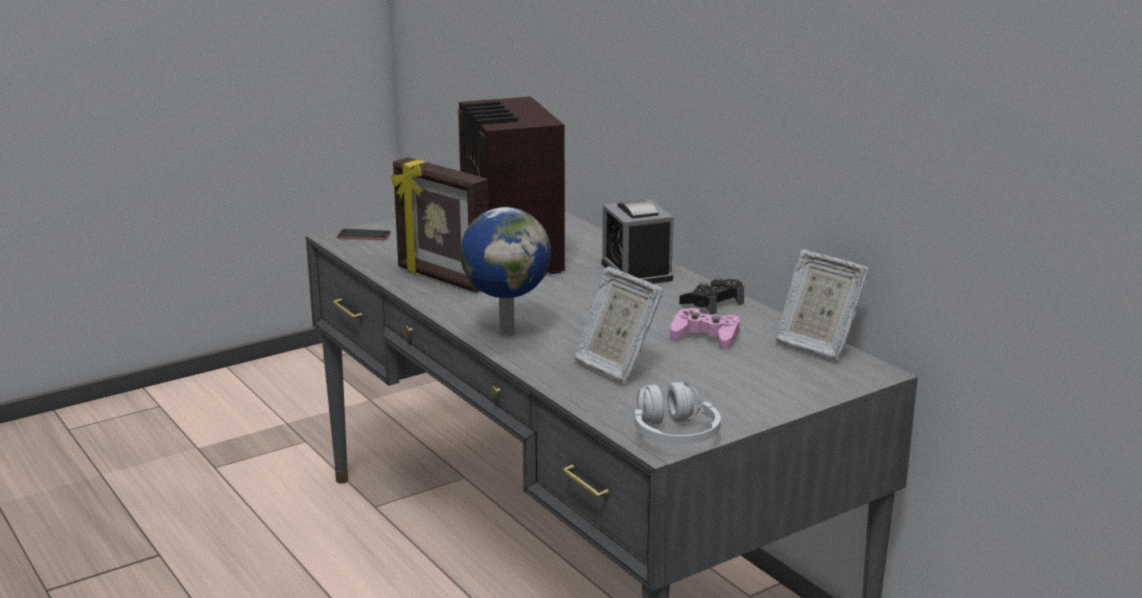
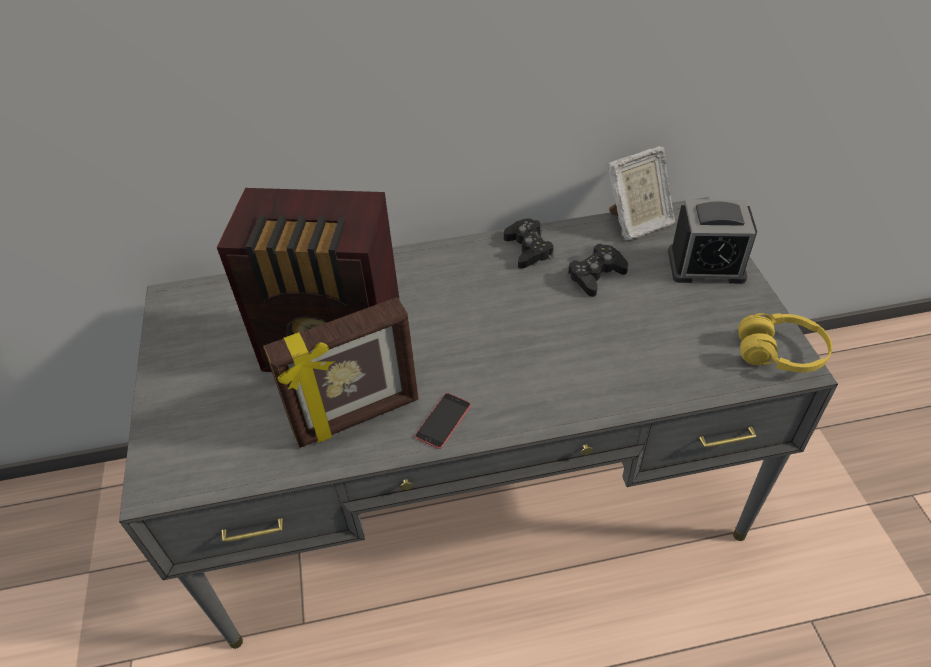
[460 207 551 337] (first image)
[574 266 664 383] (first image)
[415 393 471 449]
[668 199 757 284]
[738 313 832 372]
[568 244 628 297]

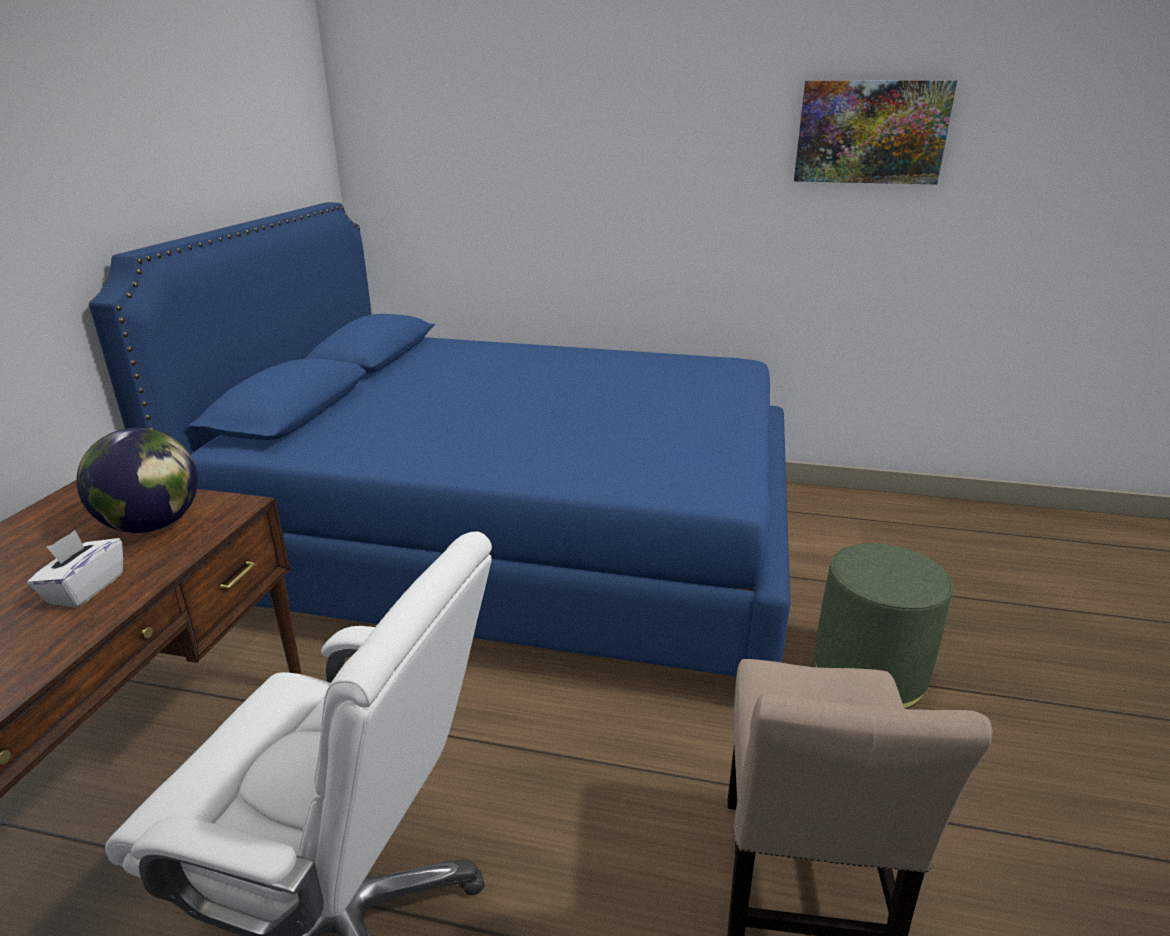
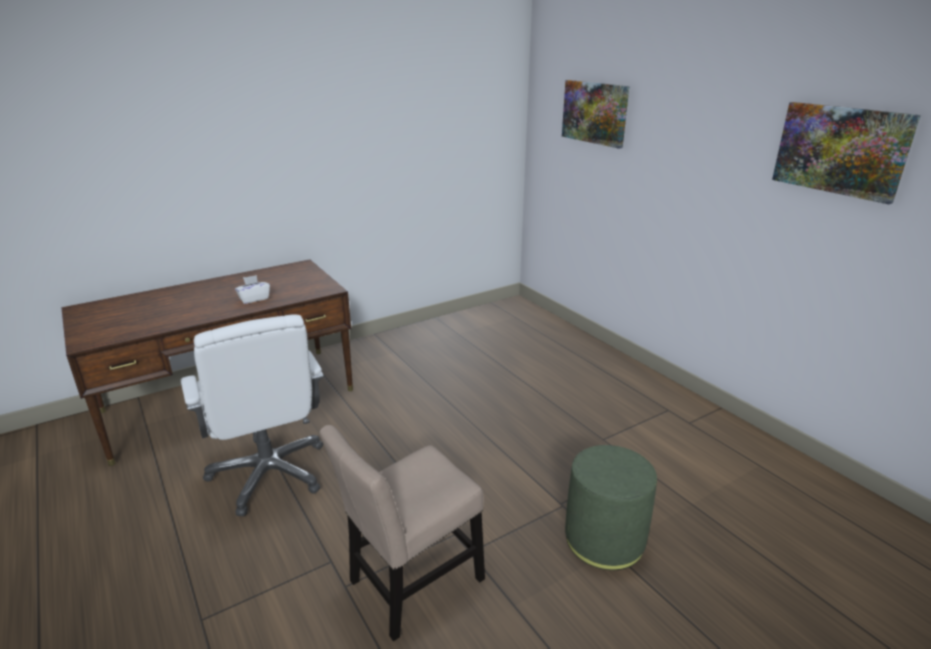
[76 428 198 533] (first image)
[89 202 790 676] (first image)
[562 80 629 149]

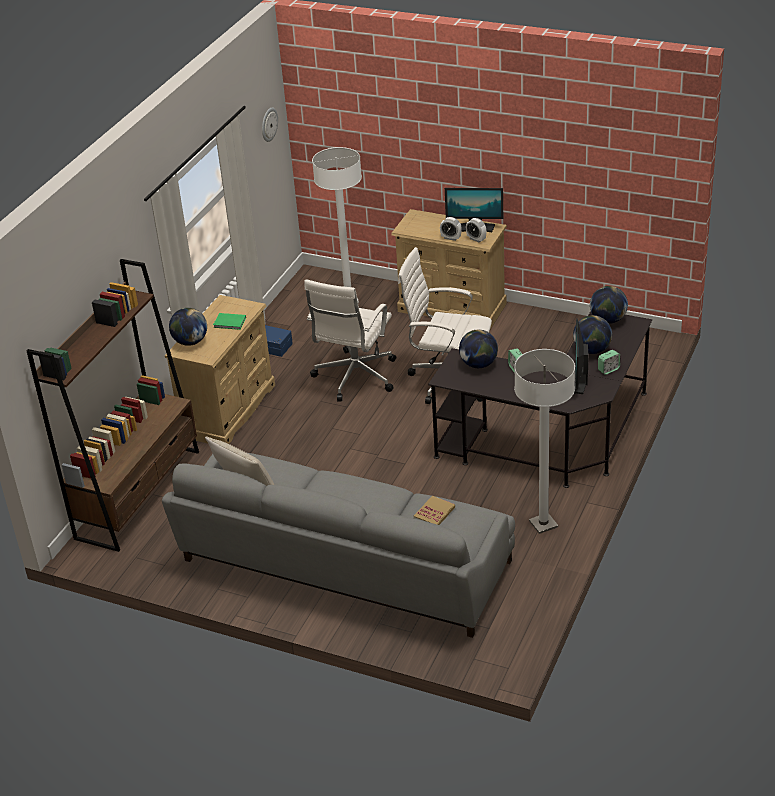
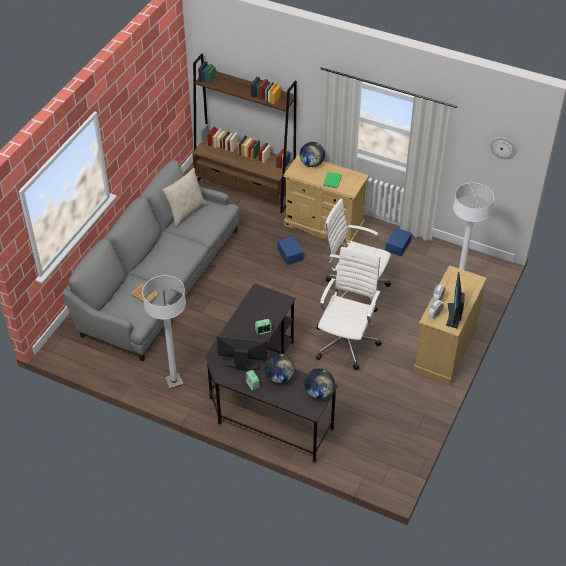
[459 329 498 368] (first image)
[278 236 304 265]

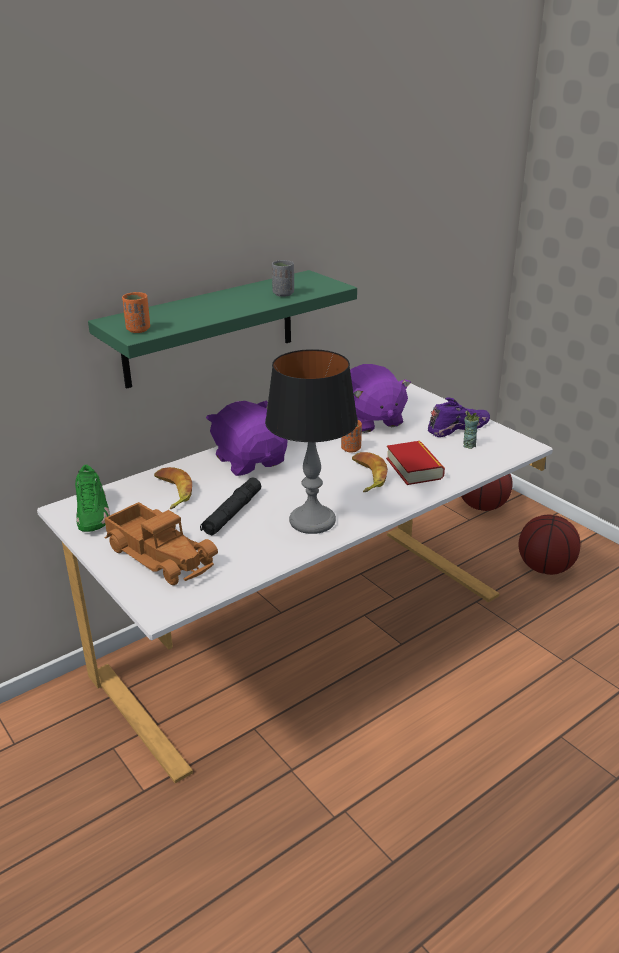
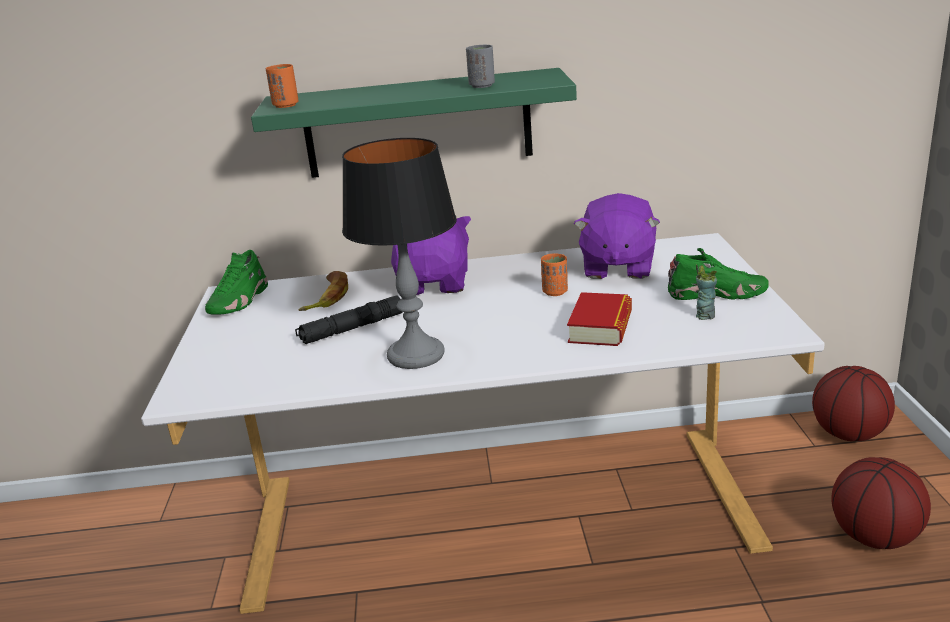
[104 502 218 585] (first image)
[352 452 388 492] (first image)
[668 248 769 300]

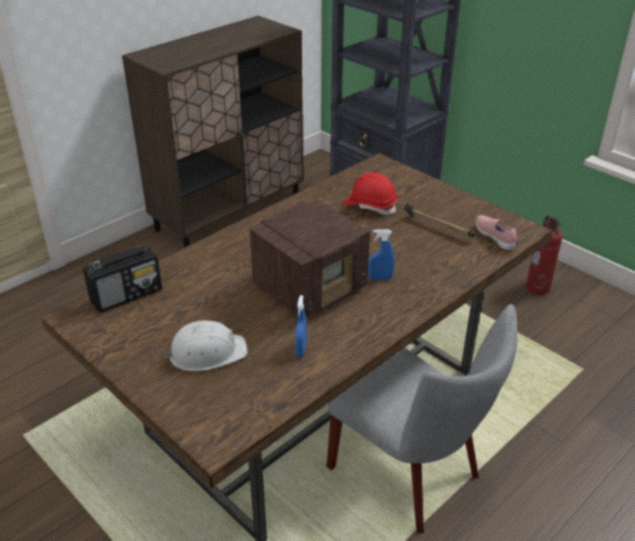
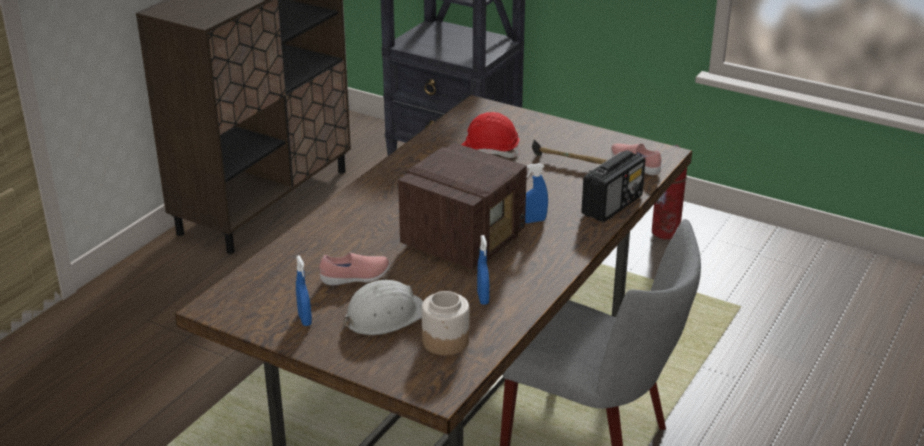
[296 255 312 326]
[319 253 390 285]
[422 291 469 355]
[581 150 646 222]

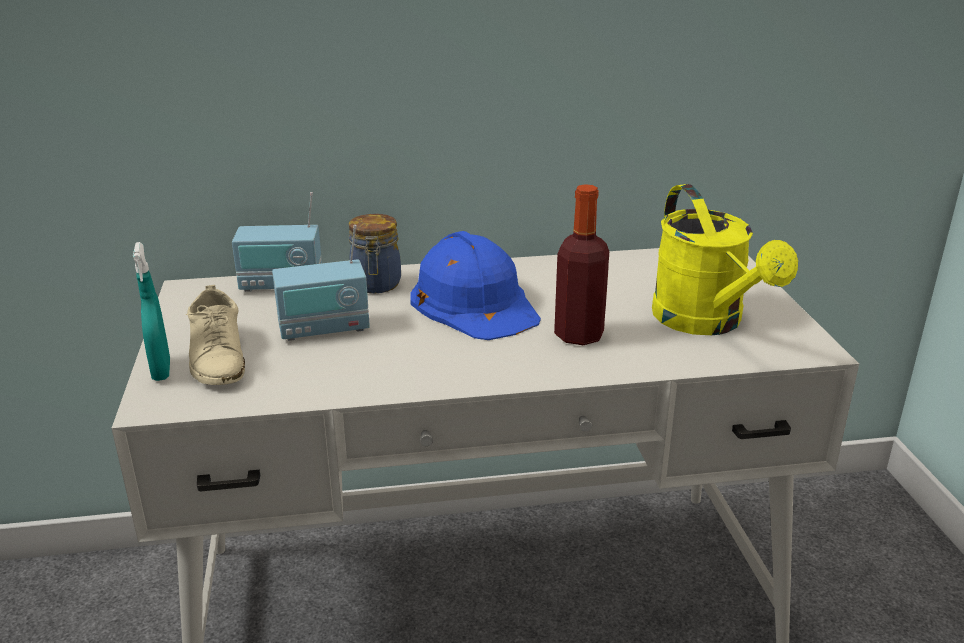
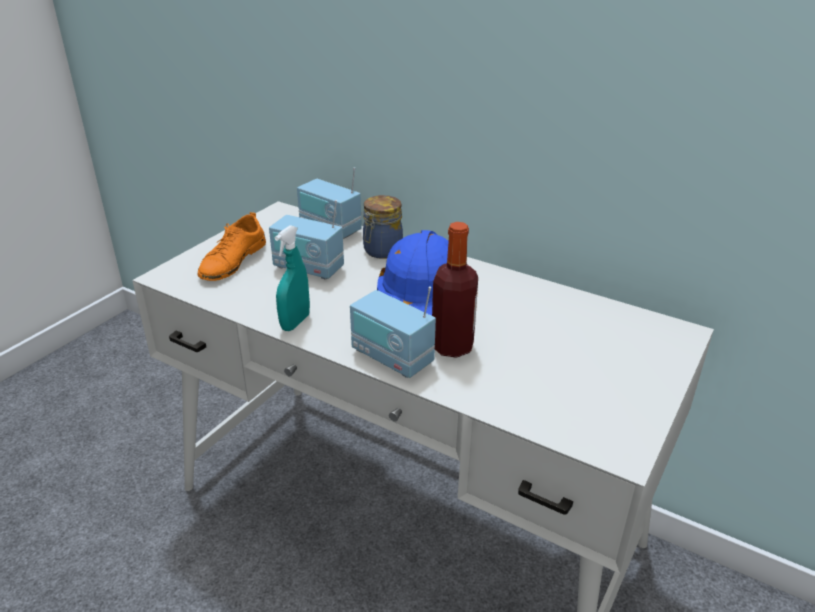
[652 184 798 335] (first image)
[350 287 436 378]
[275 225 310 331]
[198 212 266 281]

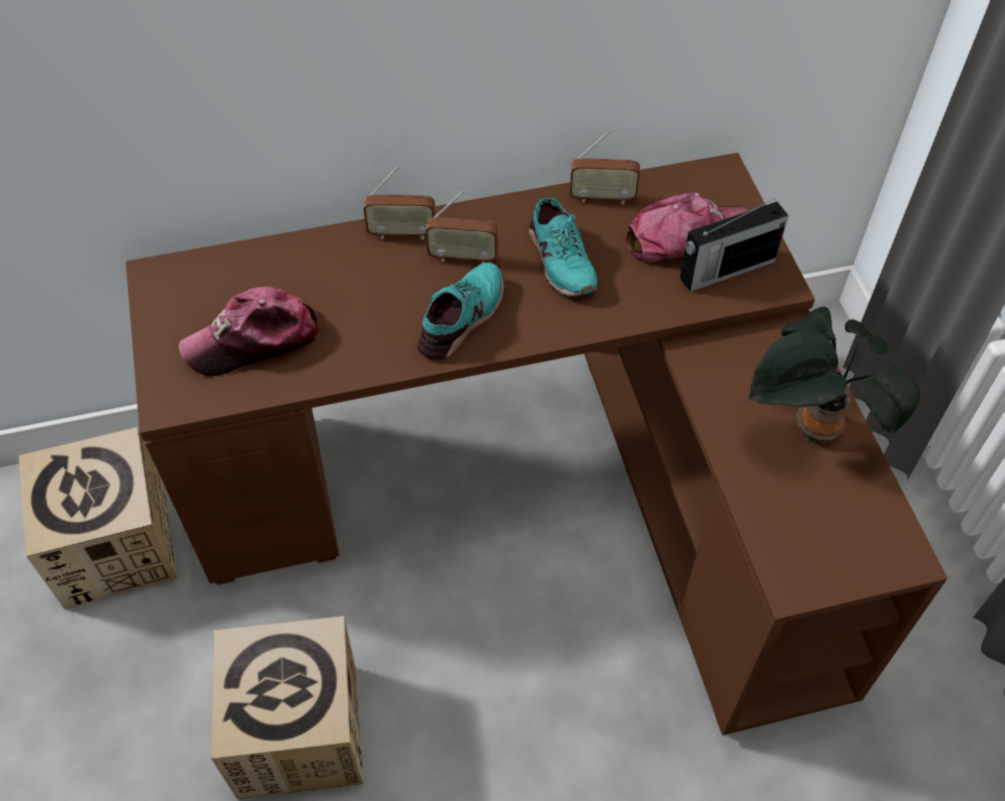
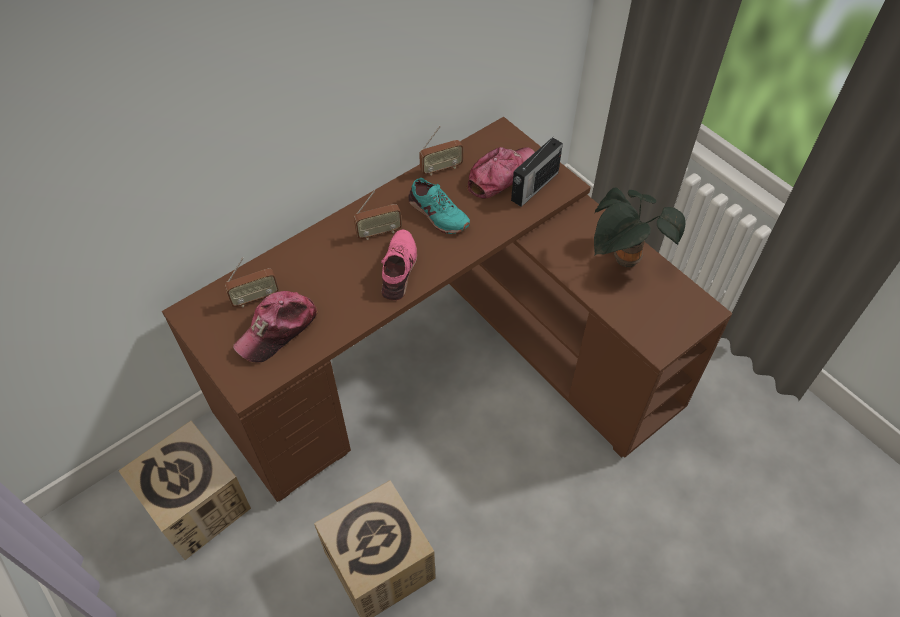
[224 257 279 307]
[381 230 418 301]

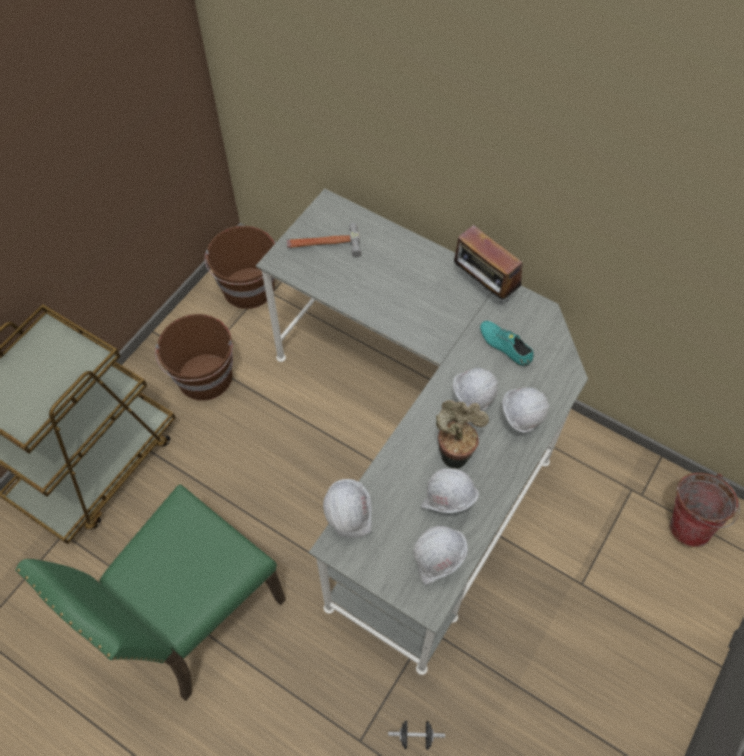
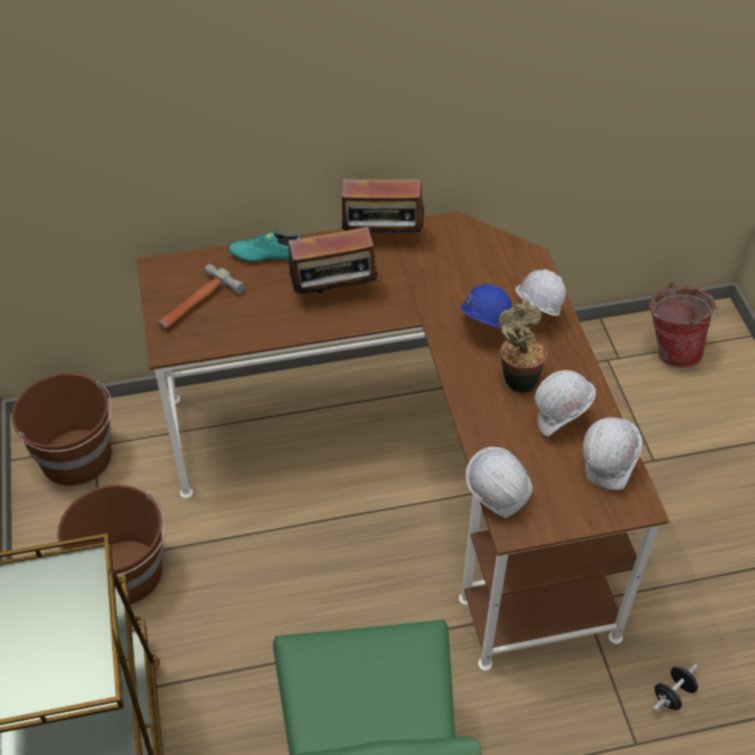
[288 227 383 302]
[229 231 301 263]
[137 212 669 671]
[460 284 512 328]

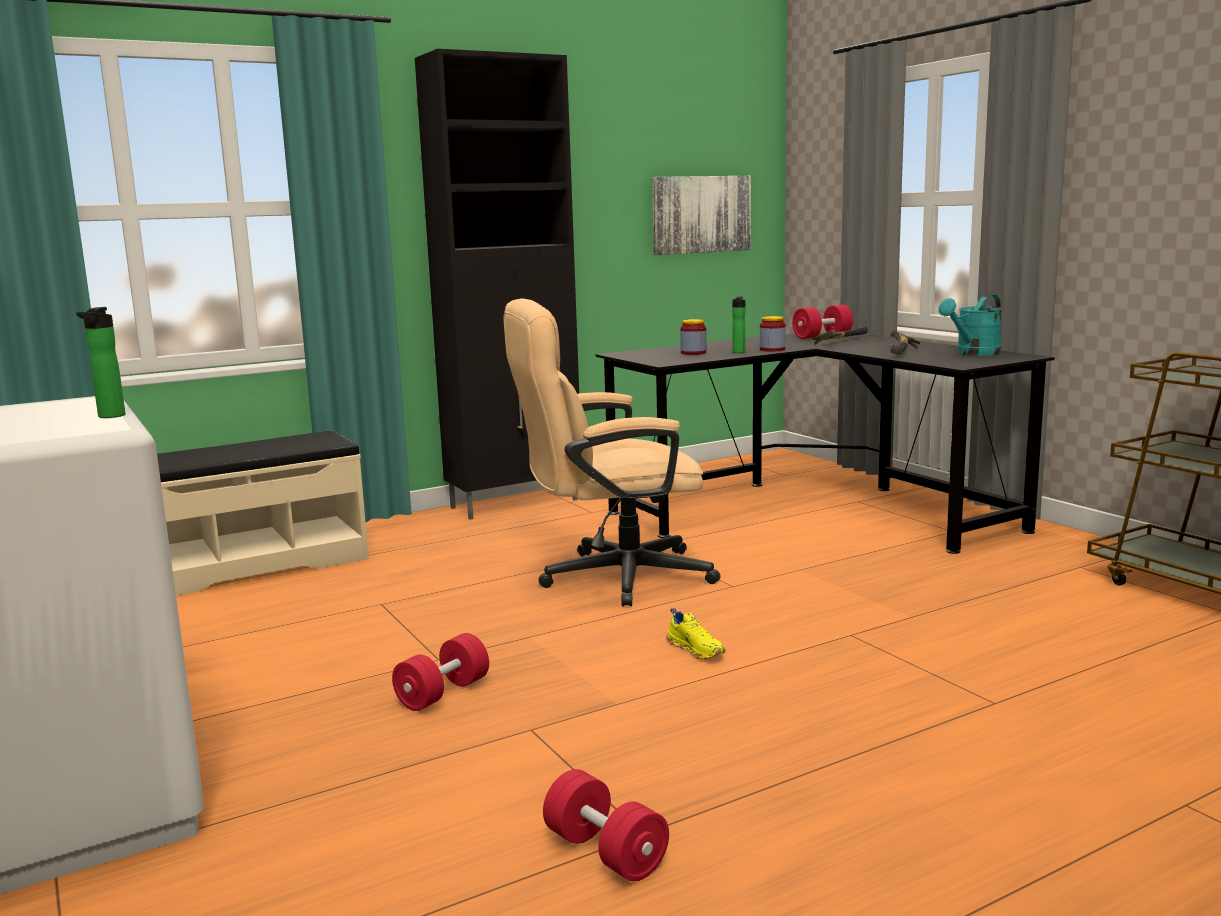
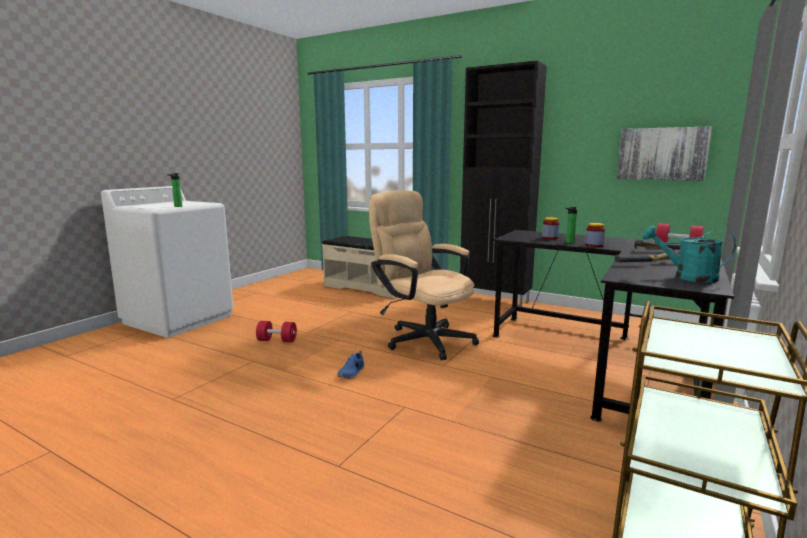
[543 769 669 881] (first image)
[338 351 364 379]

